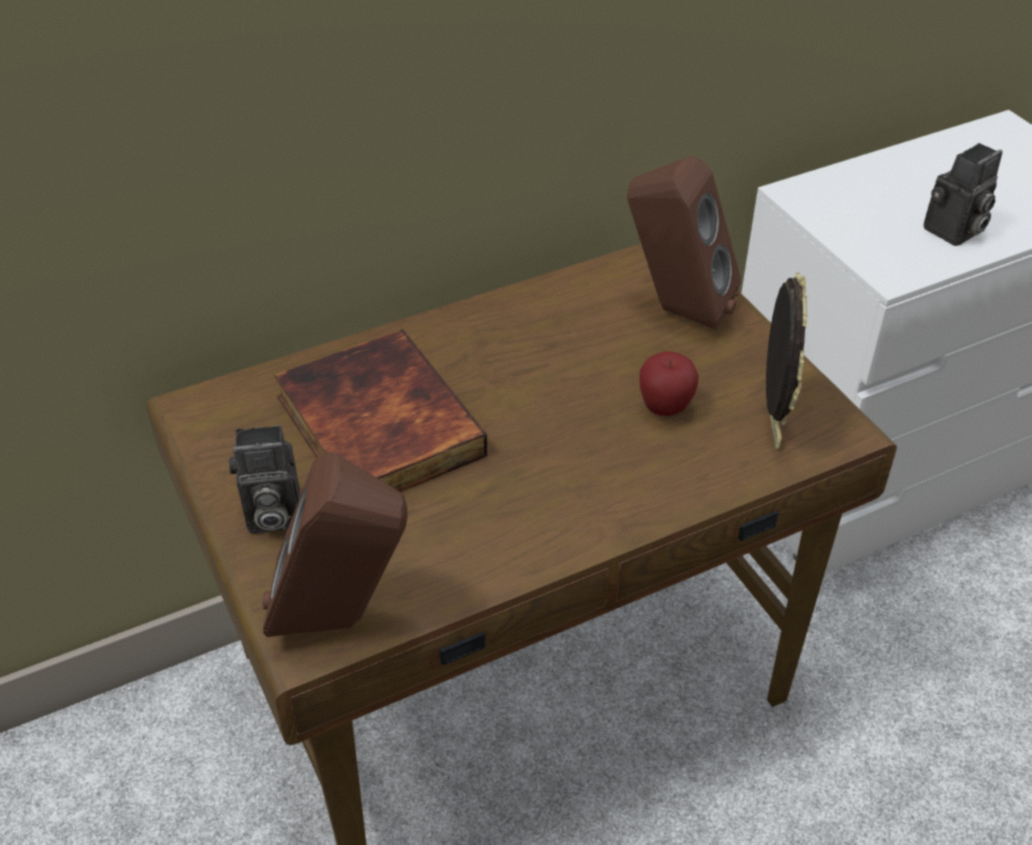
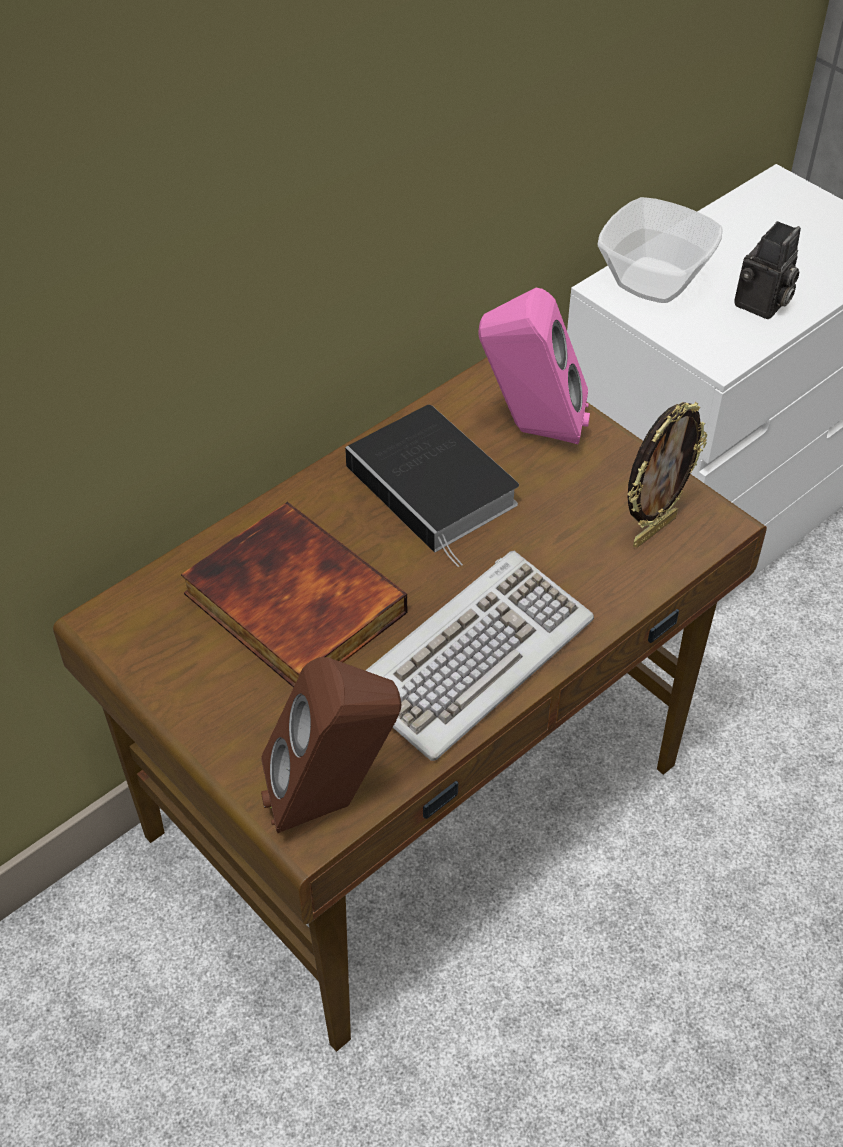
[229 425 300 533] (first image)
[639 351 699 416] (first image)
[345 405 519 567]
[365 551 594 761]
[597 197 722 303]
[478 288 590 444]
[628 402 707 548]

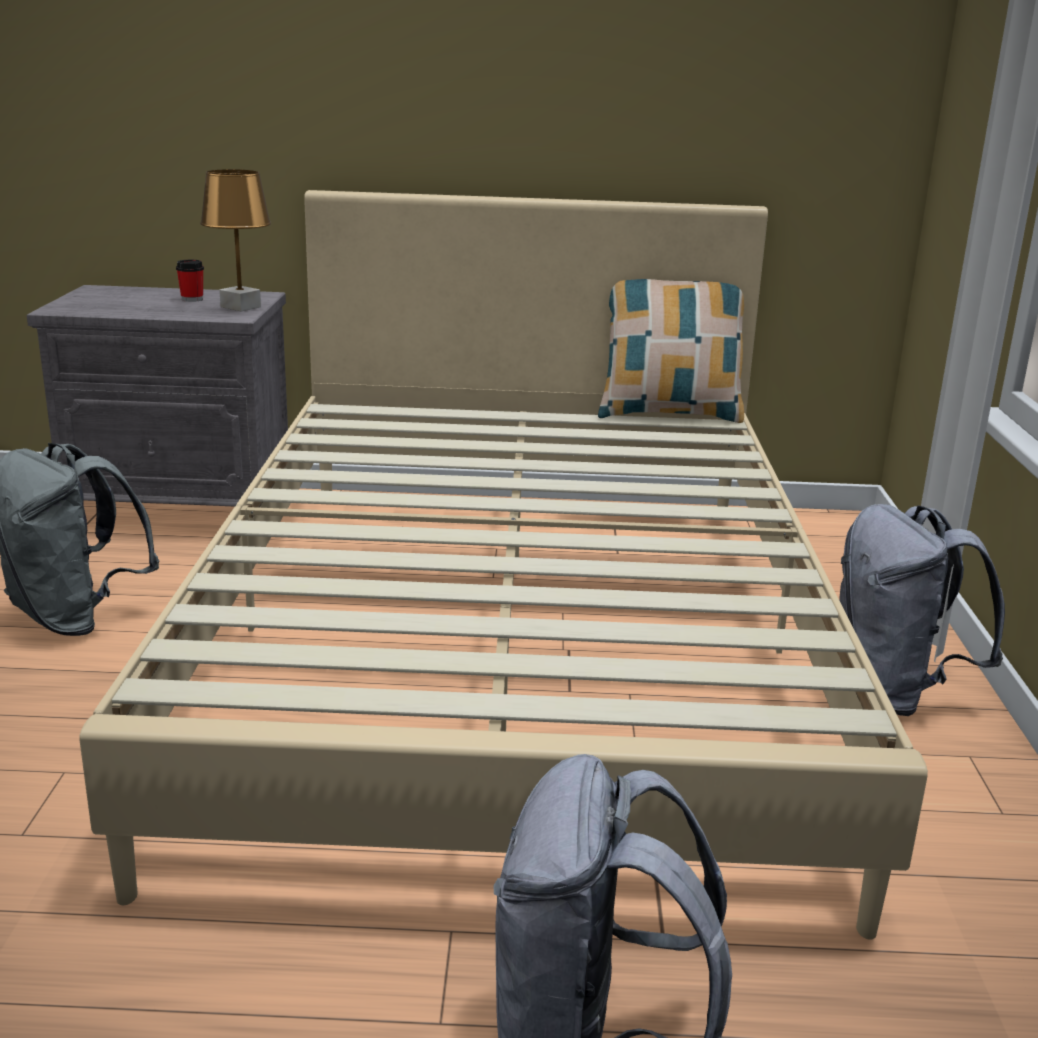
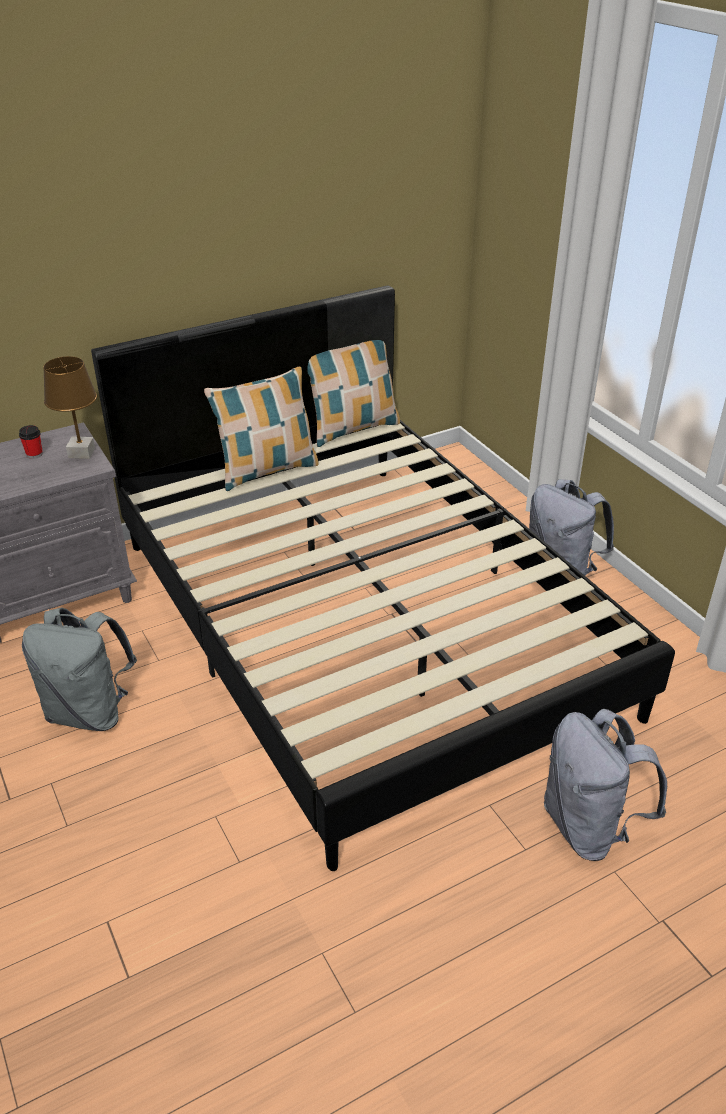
[204 367 319 491]
[91 285 675 871]

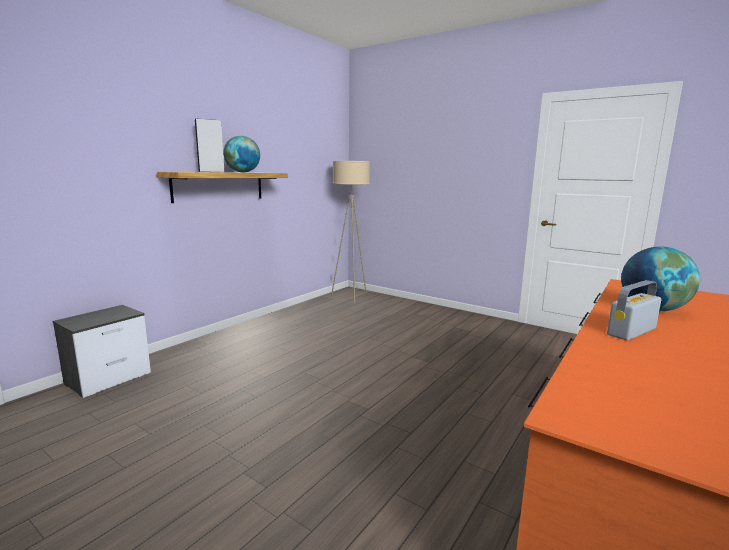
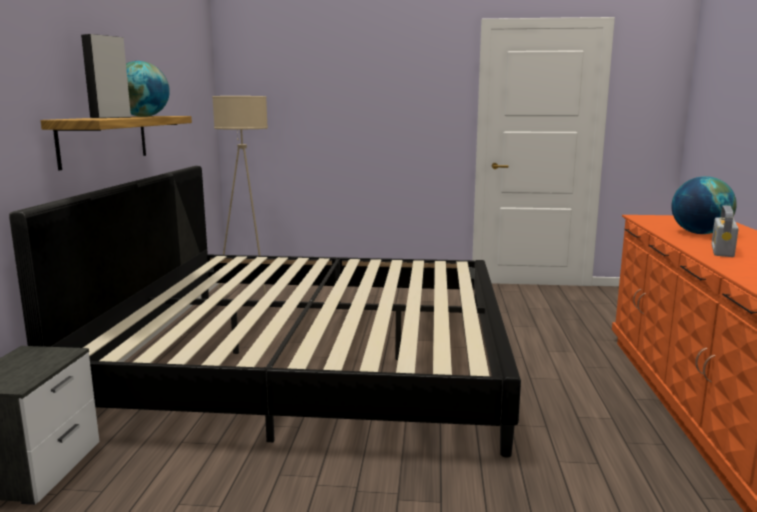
[9 166 521 457]

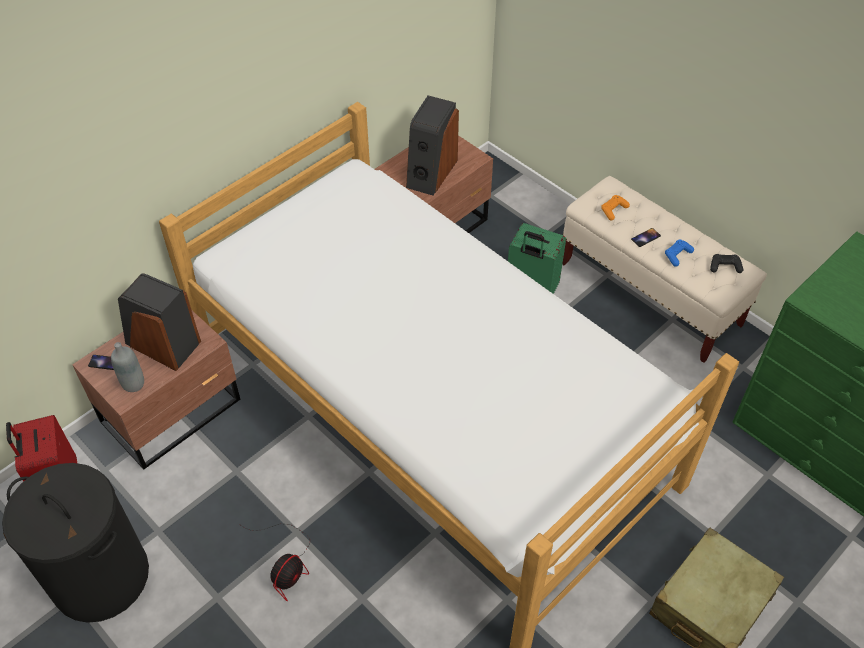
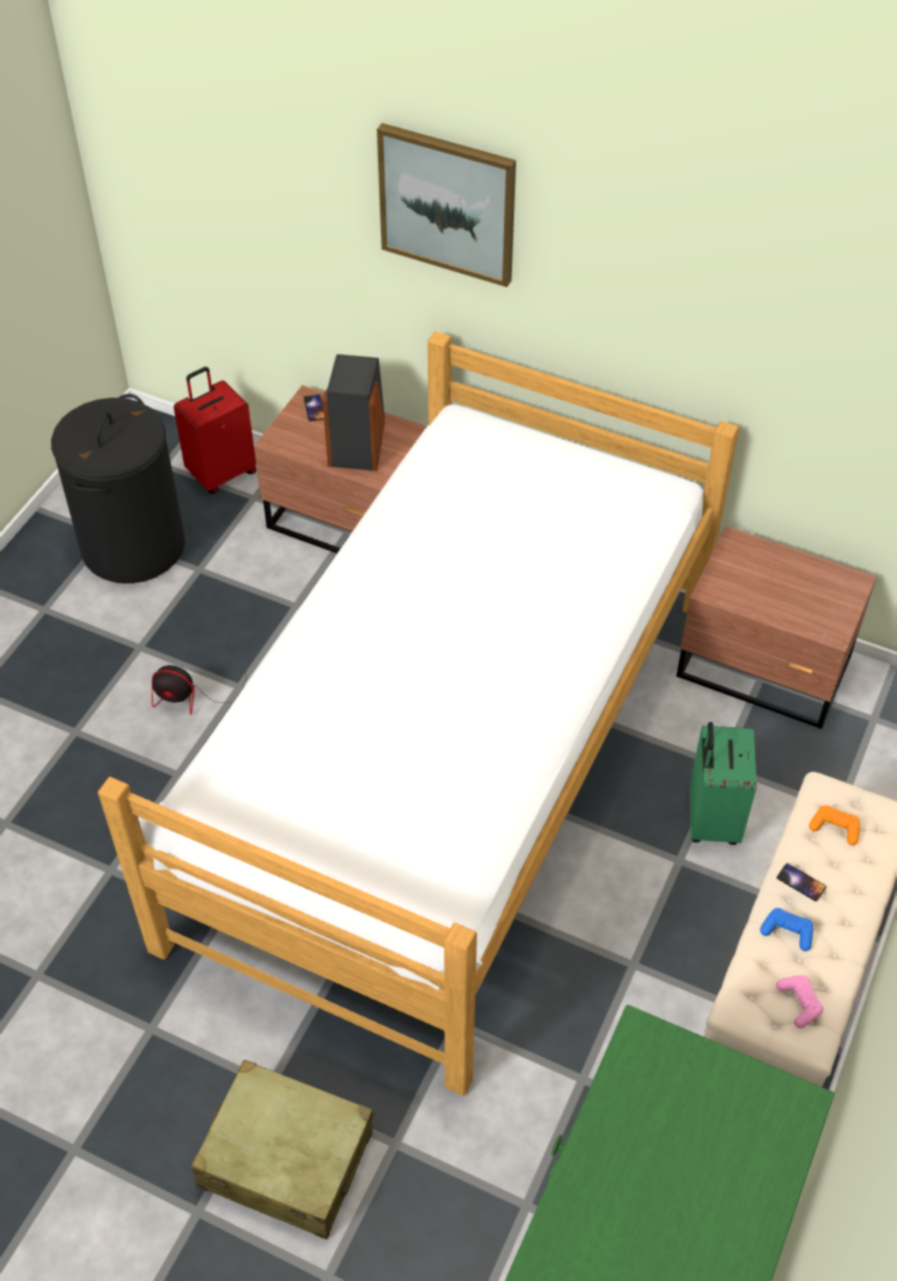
[111 342 144 392] (first image)
[406 95 459 195] (first image)
[377 123 516 287]
[776 975 824 1028]

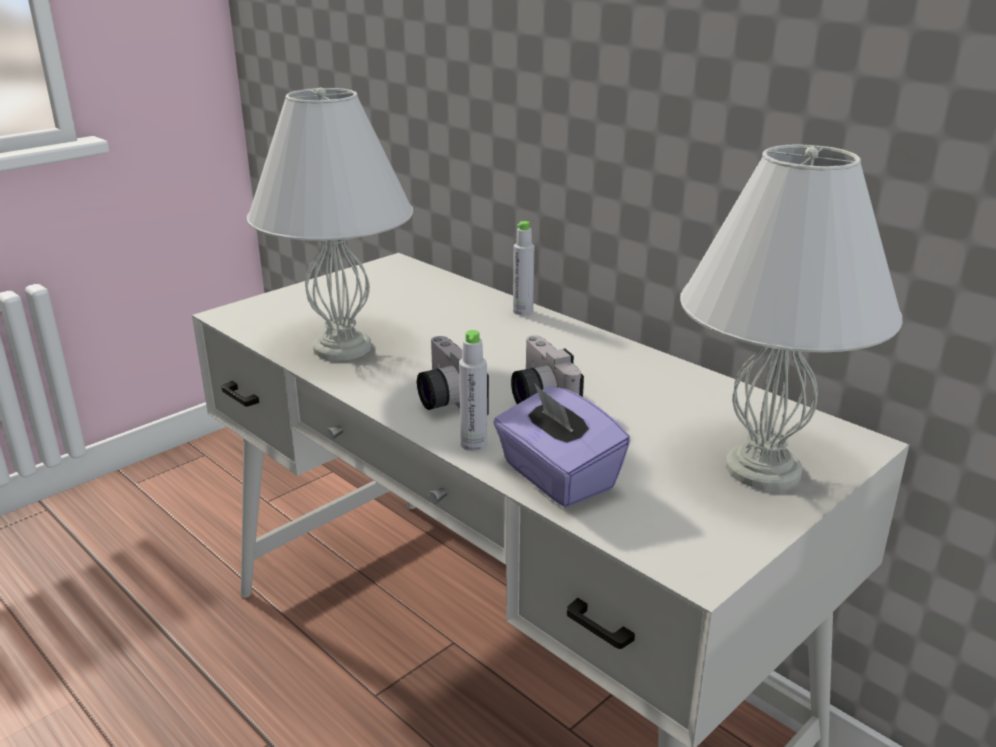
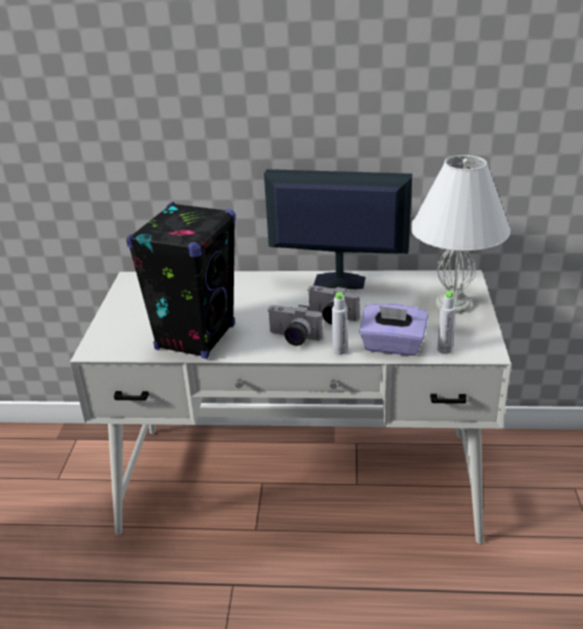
[264 169 412 289]
[437 290 456 354]
[126 202 236 359]

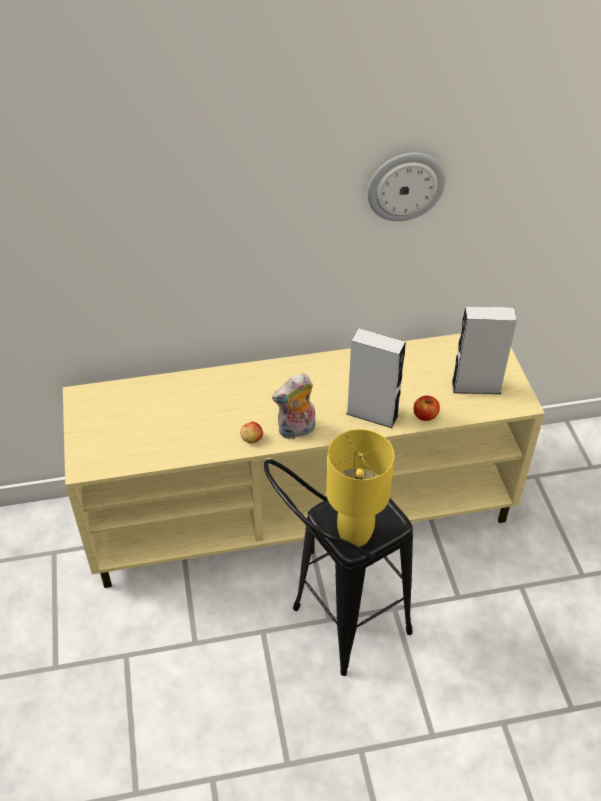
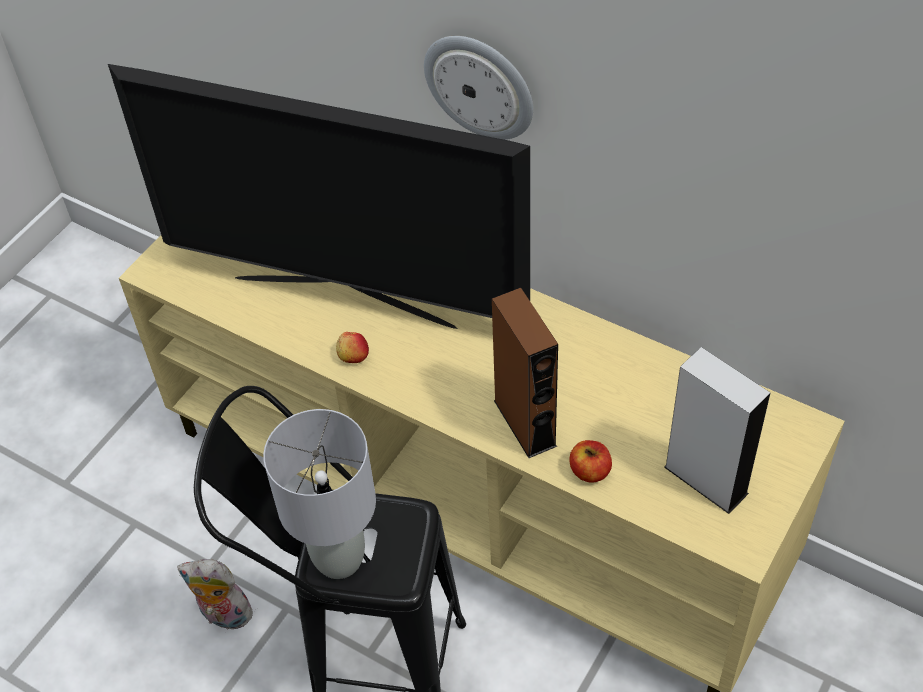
[108 64 530 329]
[177 559 255 630]
[424 36 533 140]
[263 409 376 579]
[492 288 558 458]

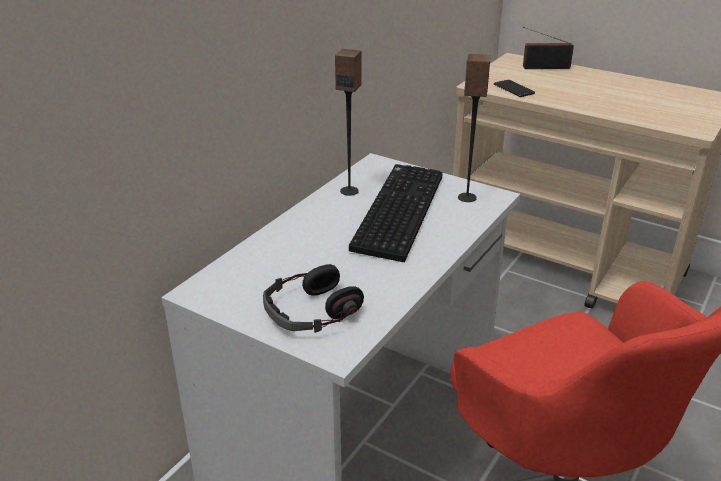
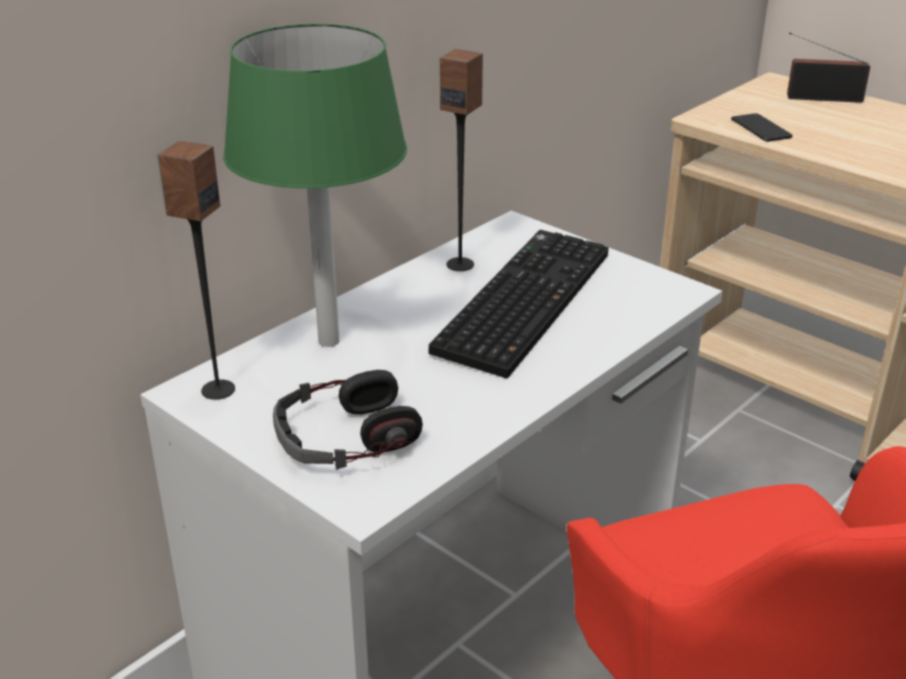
[223 24 407 347]
[157 141 235 400]

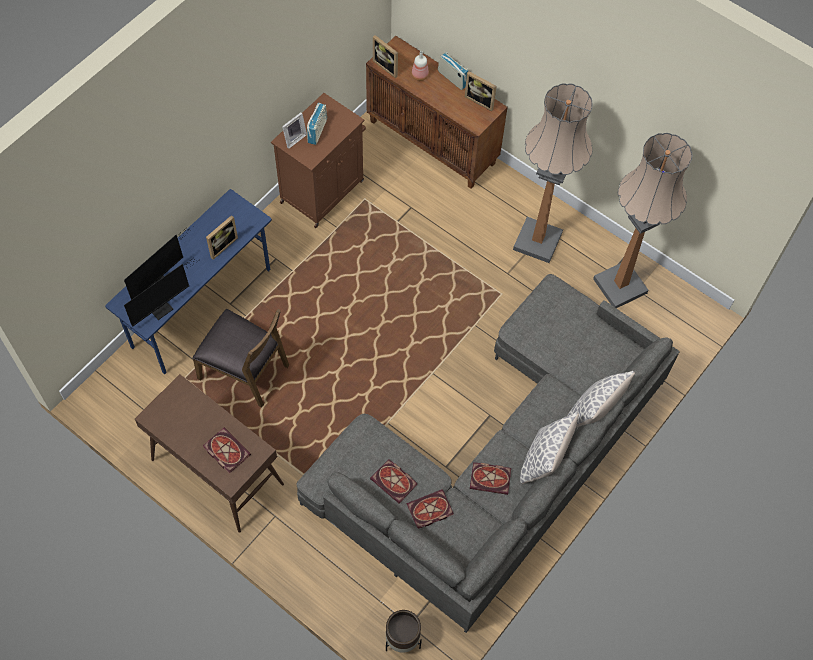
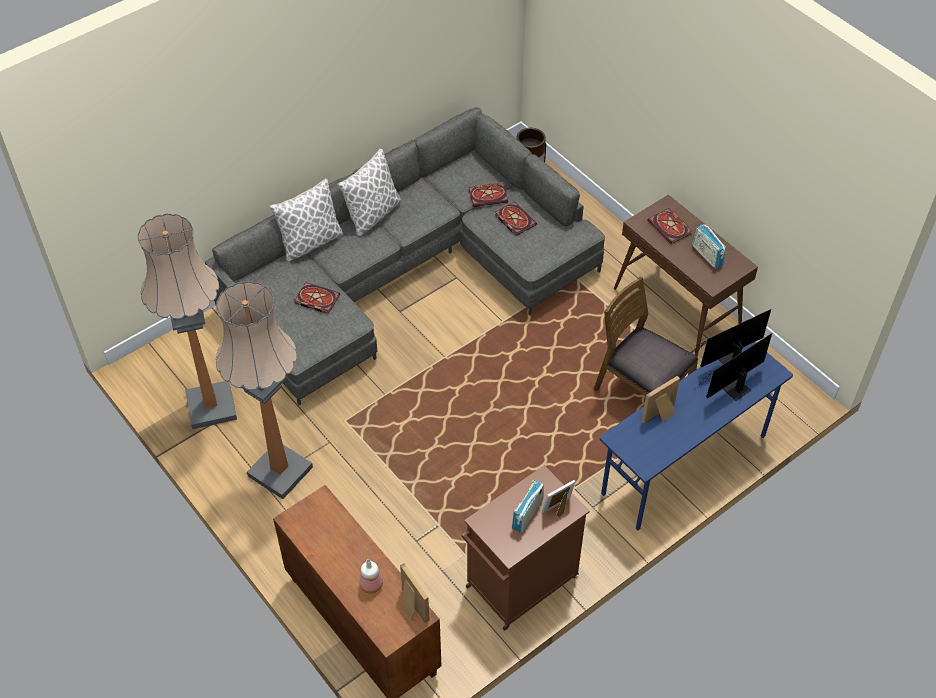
[465 71 496 111] (first image)
[692 224 726 269]
[294 282 340 314]

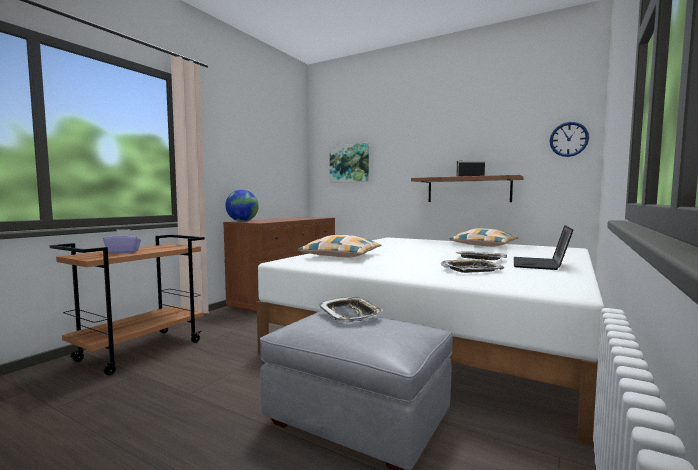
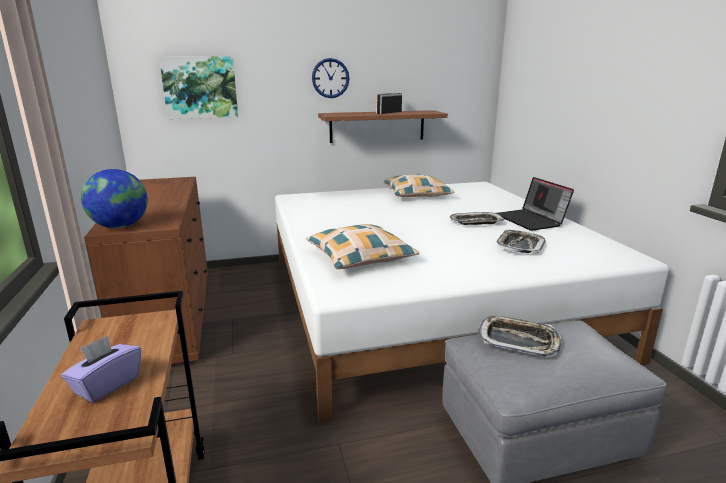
[312 58 350 98]

